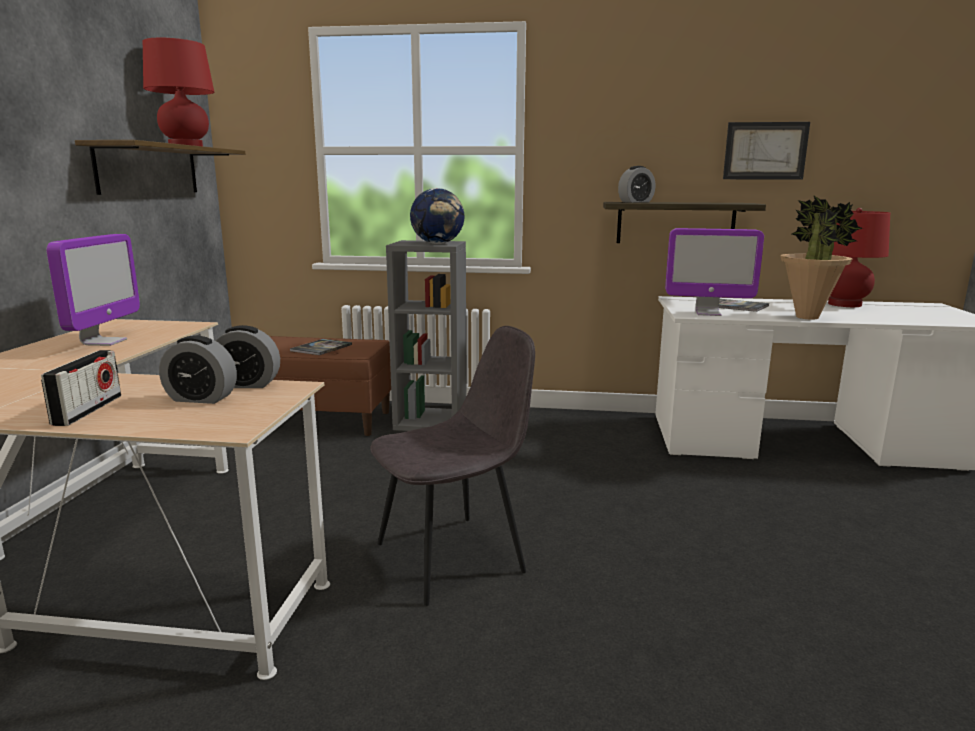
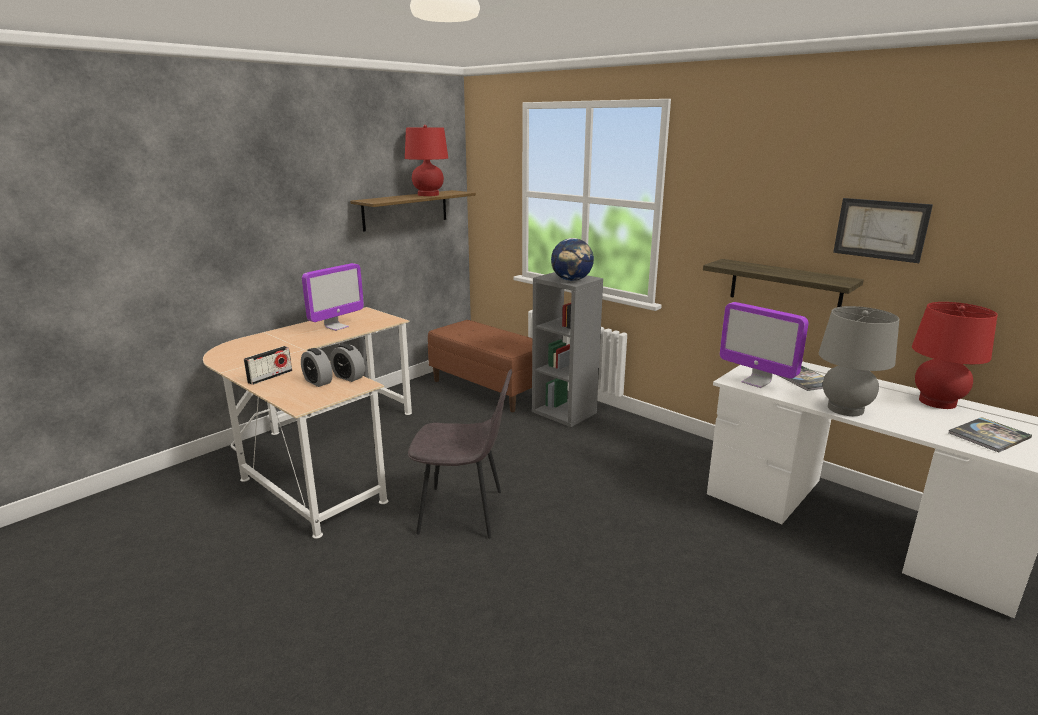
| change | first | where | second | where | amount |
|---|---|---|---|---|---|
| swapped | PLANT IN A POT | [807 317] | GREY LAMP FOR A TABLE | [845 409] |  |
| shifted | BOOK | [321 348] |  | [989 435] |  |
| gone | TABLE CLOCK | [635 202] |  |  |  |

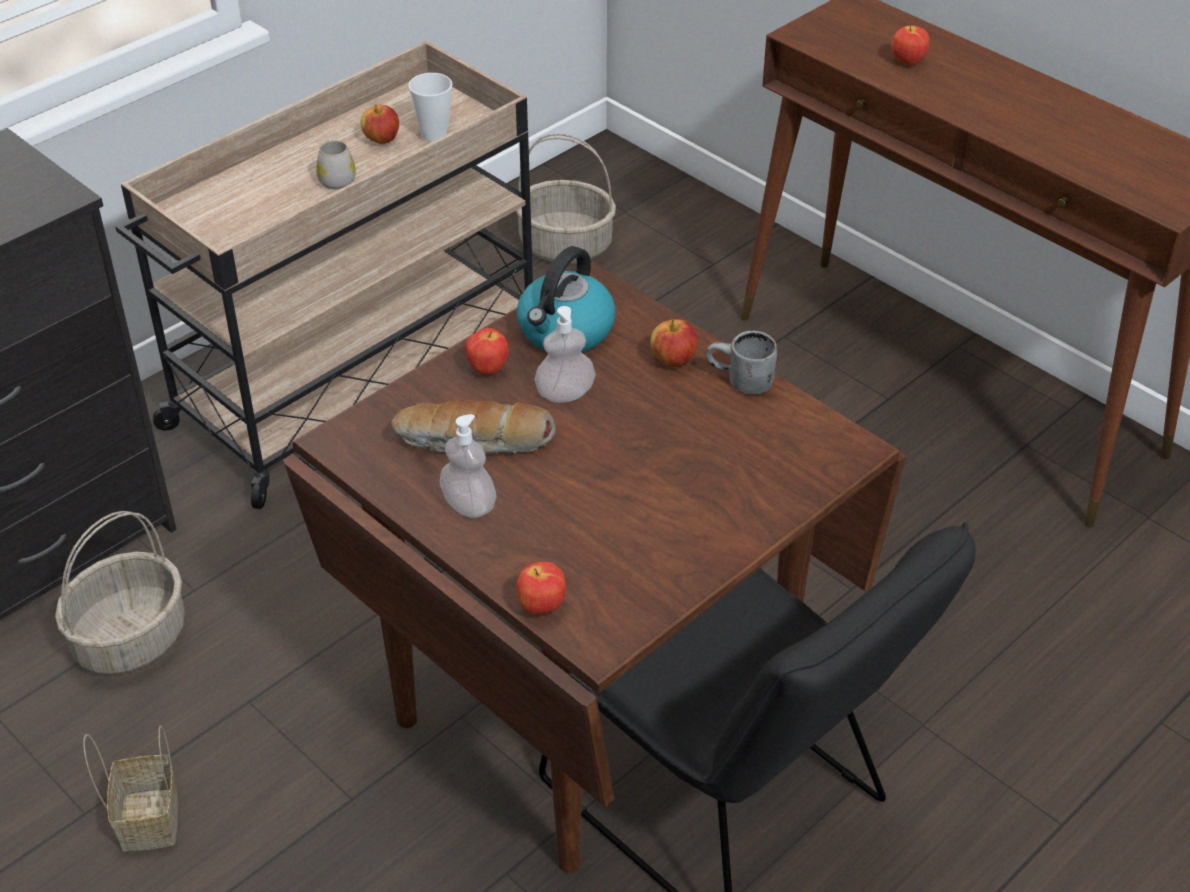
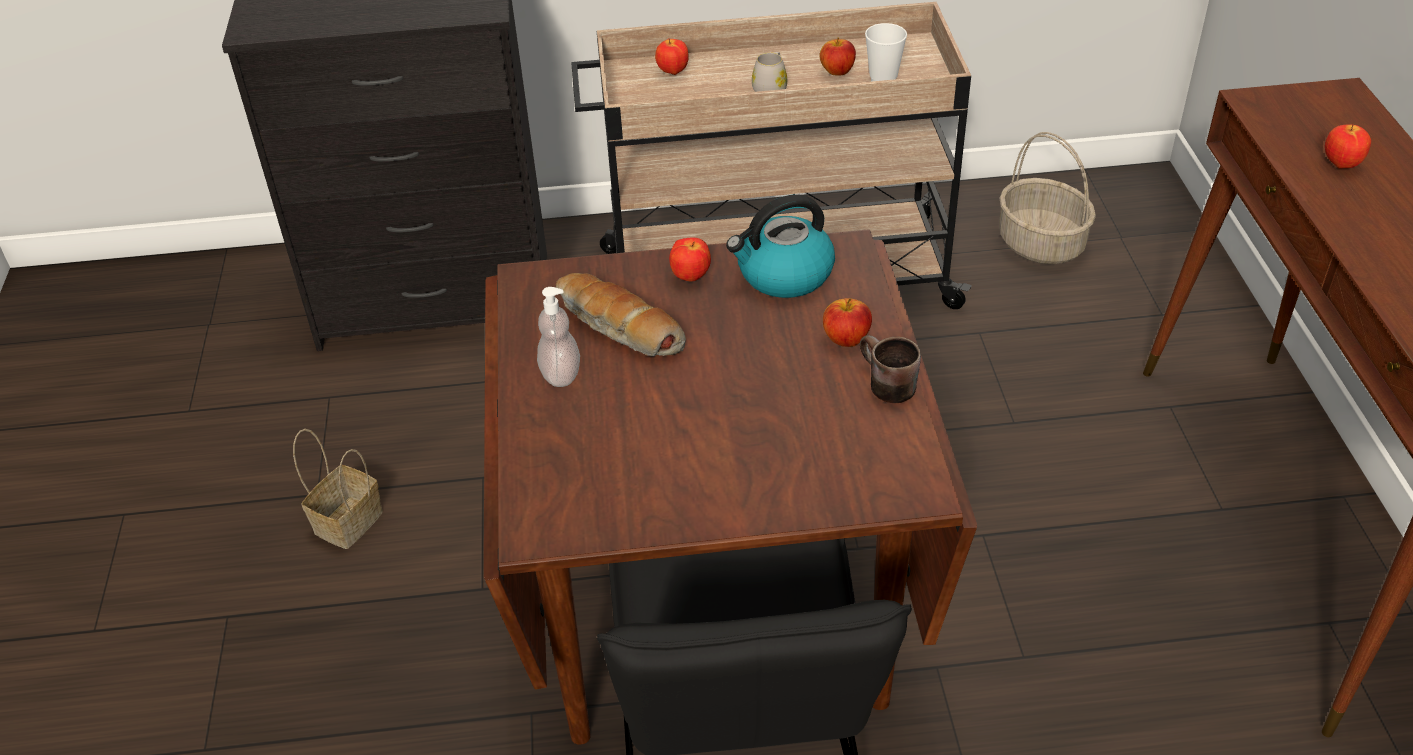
| change | first | where | second | where | amount |
|---|---|---|---|---|---|
| shifted | WHOLE APPLE | [541 607] |  | [672 72] |  |
| repainted | GREY MUG | [740 382] | BROWN MUG | [883 385] |  |
| gone | HOUSEHOLD BASKET | [131 637] |  |  |  |
| gone | SOAP DISPENSER | [565 394] |  |  |  |

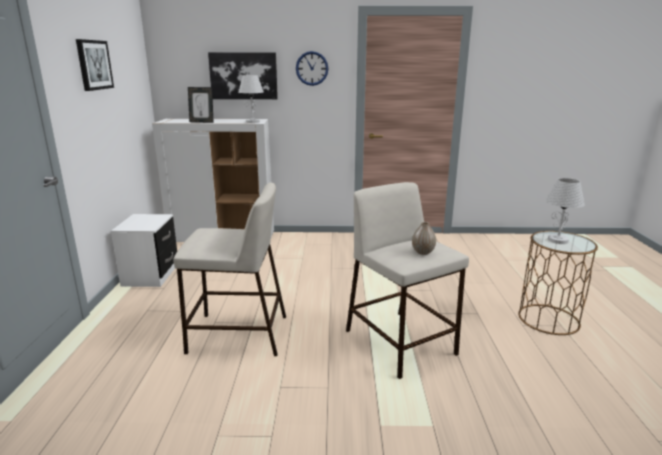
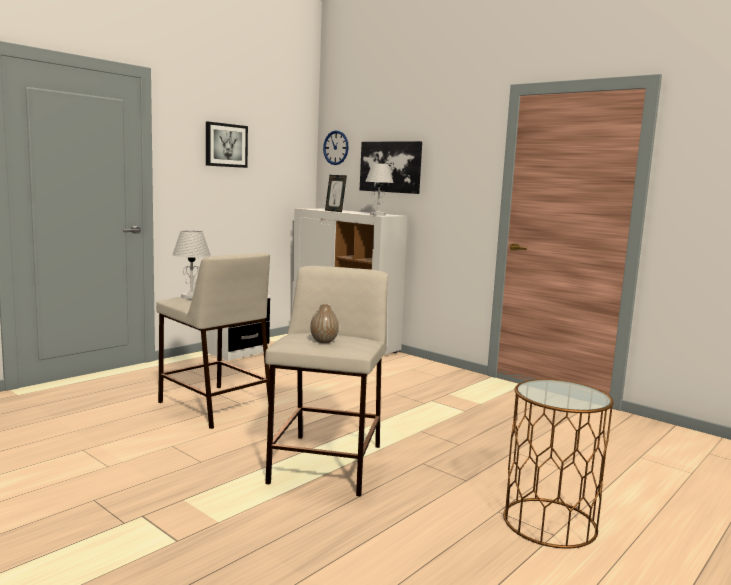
| change | first | where | second | where | amount |
|---|---|---|---|---|---|
| shifted | WHITISH LAMP FOR A TABLE | [557 240] |  | [191 297] |  |
| shifted | CLOCK ON THE WALL | [312 68] |  | [336 147] |  |

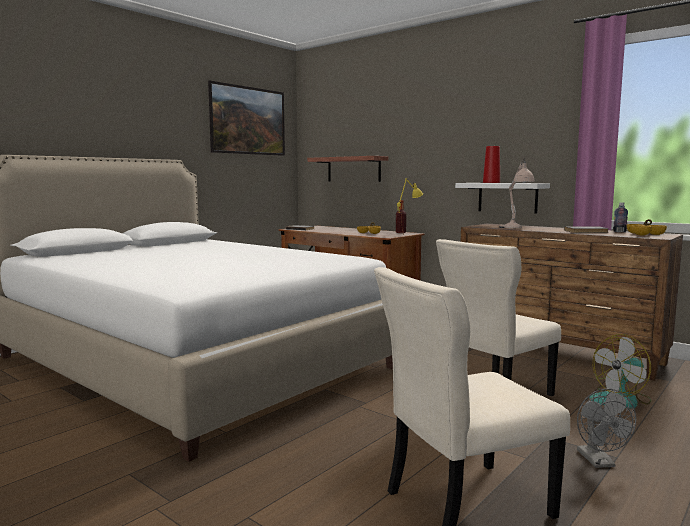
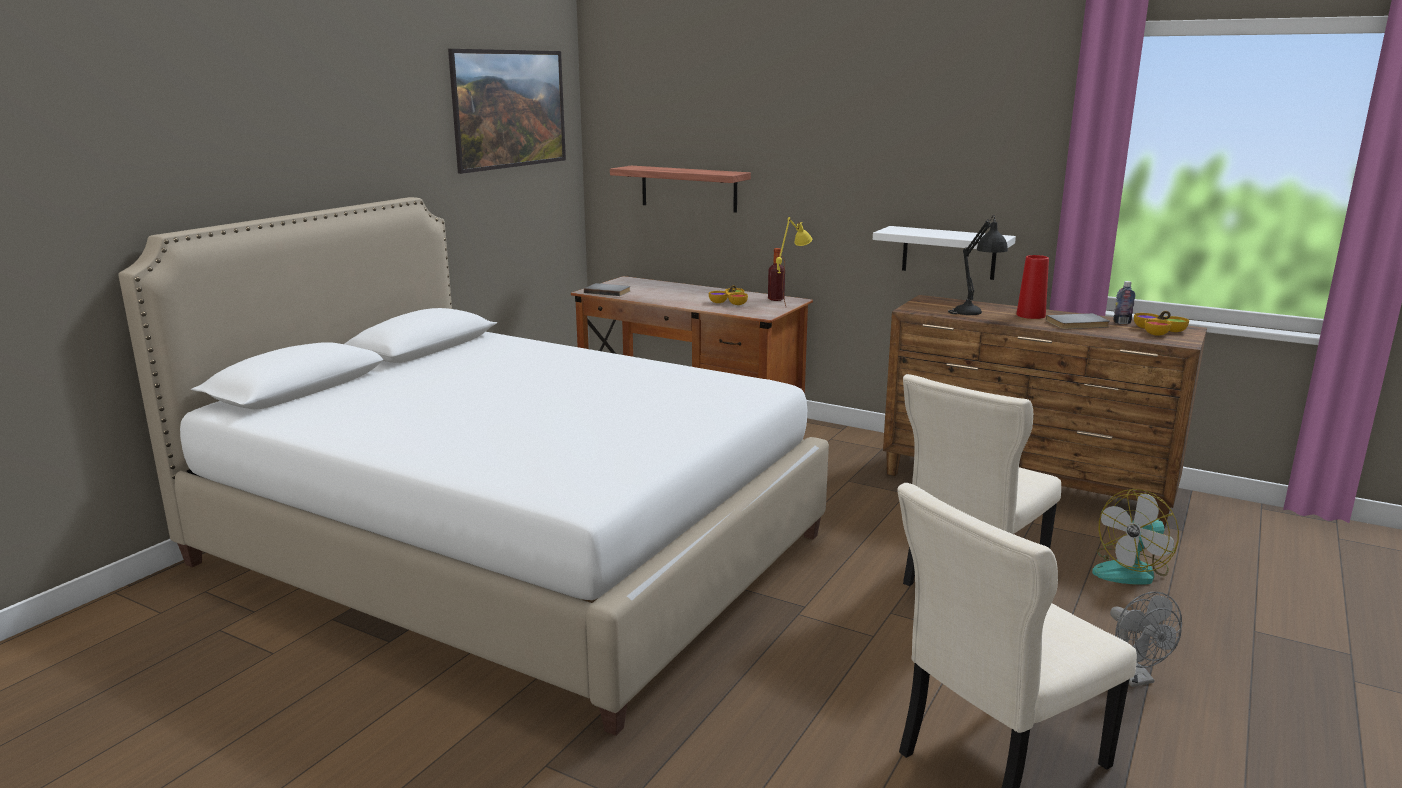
| change | first | where | second | where | amount |
|---|---|---|---|---|---|
| repainted | SAND-COLOURED LAMP FOR A TABLE | [515 228] | BLACK-COLOURED LAMP FOR A TABLE | [974 315] |  |
| shifted | RED DECORATIVE VASE | [491 182] |  | [1030 315] |  |

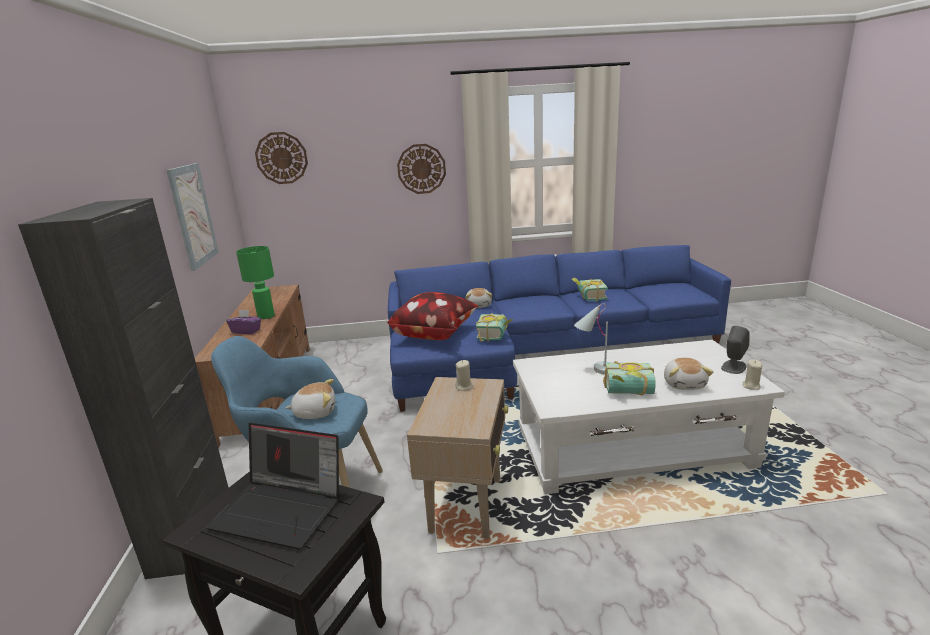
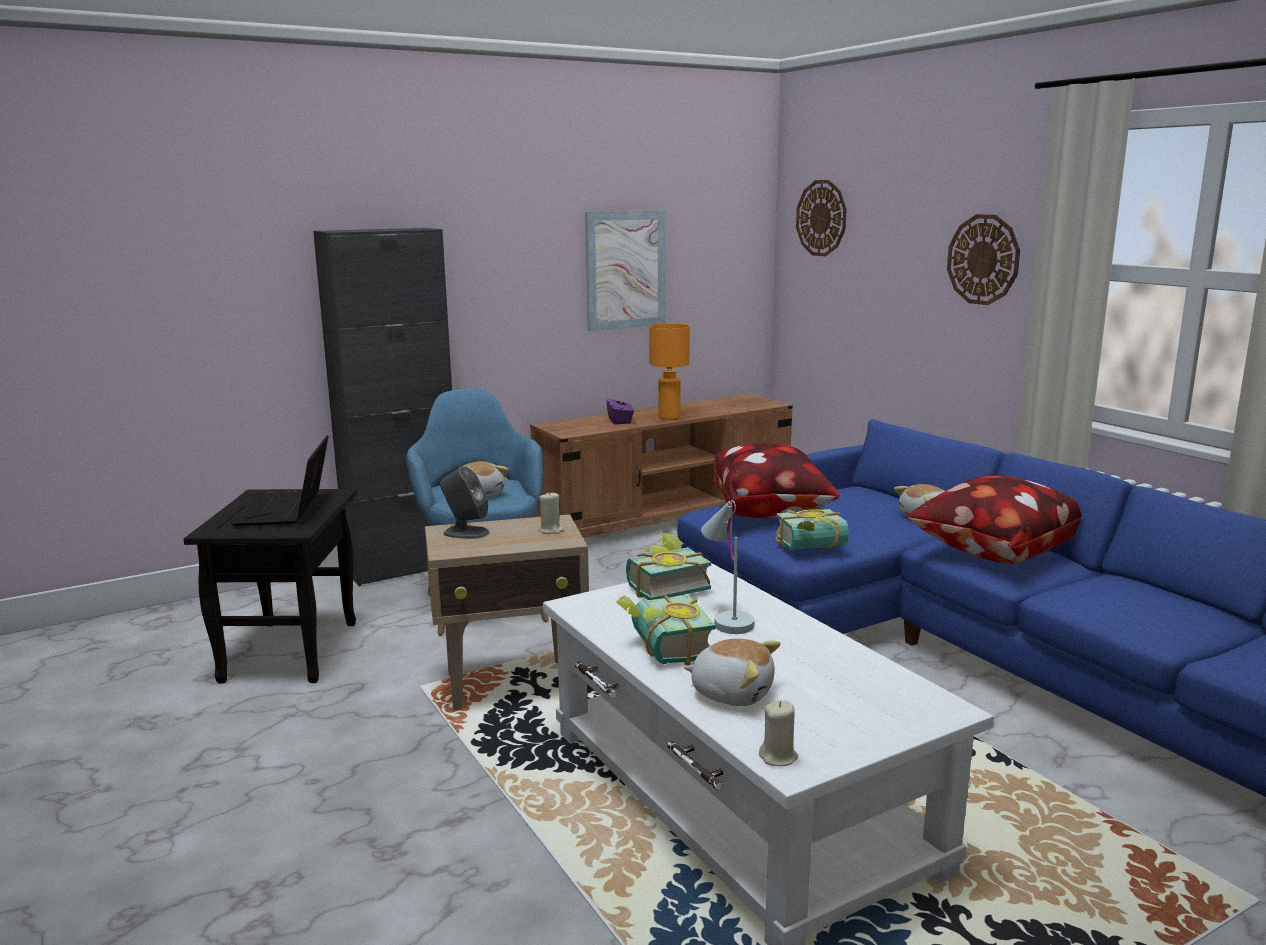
| change | first | where | second | where | amount |
|---|---|---|---|---|---|
| shifted | GREY AUDIO SPEAKER | [733 367] |  | [465 532] |  |
| shifted | BOOK | [588 297] |  | [664 587] |  |
| repainted | GREEN-COLOURED LAMP FOR A TABLE | [266 316] | ORANGE-COLOURED LAMP FOR A TABLE | [670 417] |  |
| rotated | SOFT TOY | [684 384] |  | [732 692] | 135 degrees counterclockwise |
| new |  |  | THROW PILLOW | [990 553] |  |

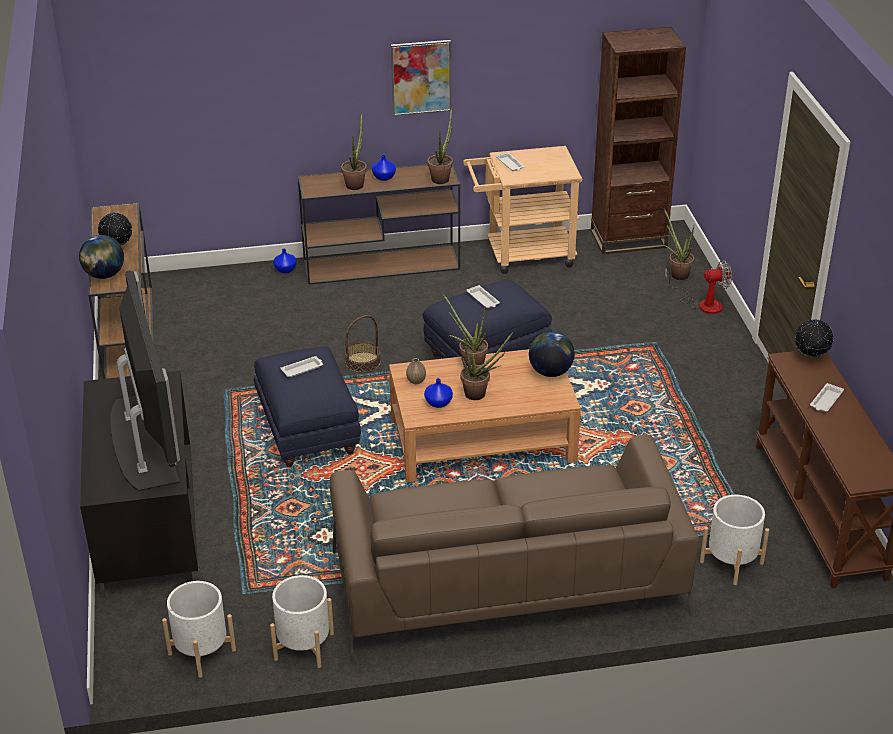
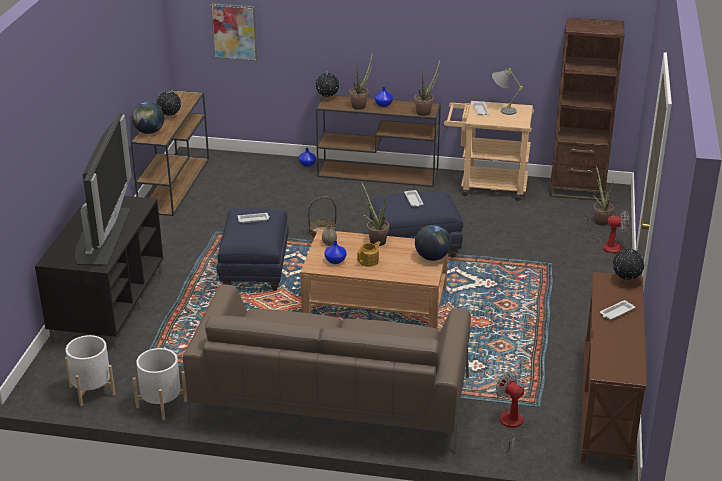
| change | first | where | second | where | amount |
|---|---|---|---|---|---|
| shifted | WALL ART | [421 77] |  | [234 31] |  |
| new |  |  | WORLD GLOBE | [327 98] |  |
| swapped | PLANT IN A POT | [480 394] | POT FOR TEA | [369 261] |  |
| new |  |  | GREY LAMP FOR A TABLE | [502 110] |  |
| swapped | WHITISH FLOWER POT | [731 562] | ELECTRIC FAN | [511 426] |  |

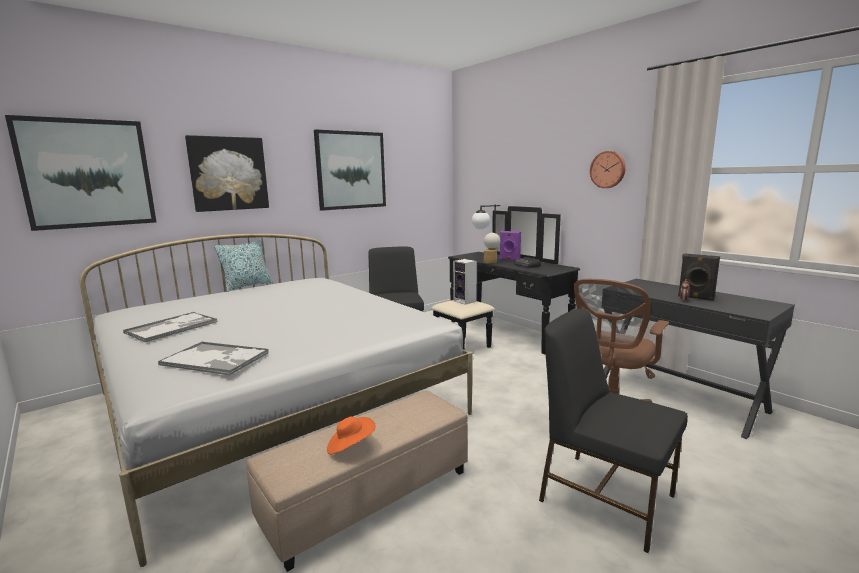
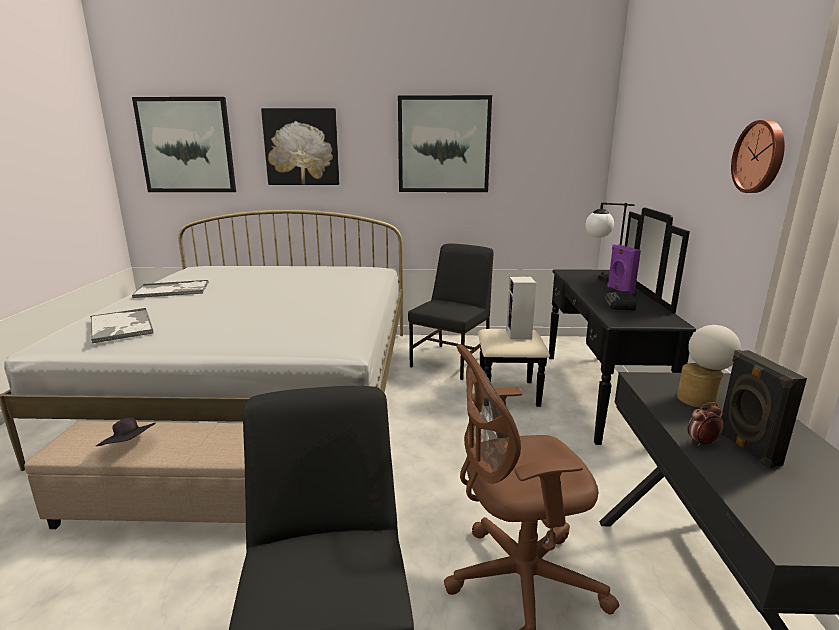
| change | first | where | second | where | amount |
|---|---|---|---|---|---|
| repainted | ORANGE-COLOURED WEARABLE HAT | [350 447] | BLACK-COLOURED WEARABLE HAT | [130 447] |  |
| shifted | LAMP FOR A TABLE | [491 261] |  | [702 399] |  |
| gone | THROW PILLOW | [247 286] |  |  |  |

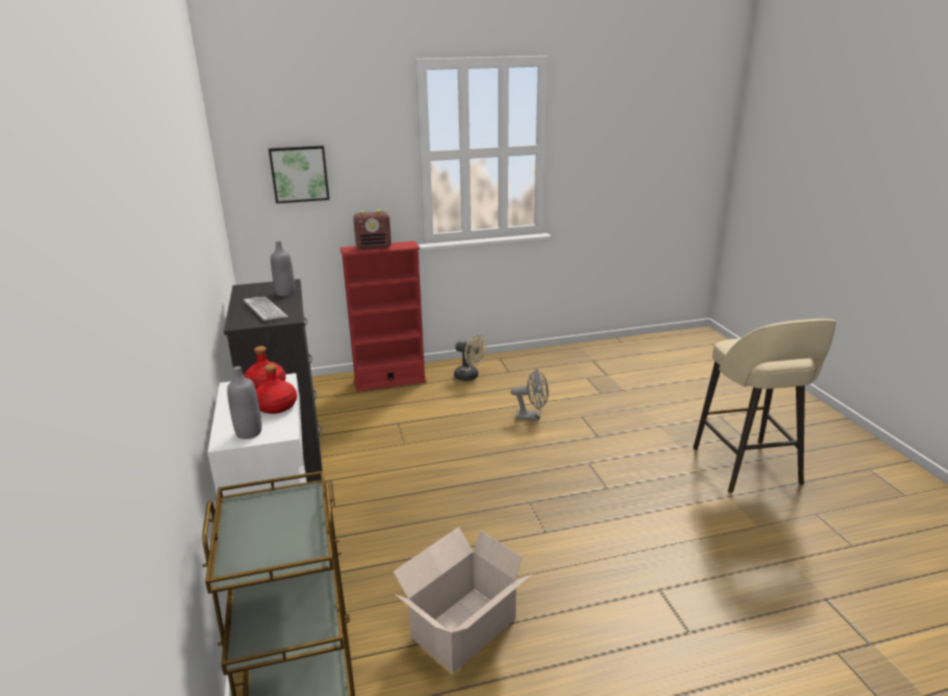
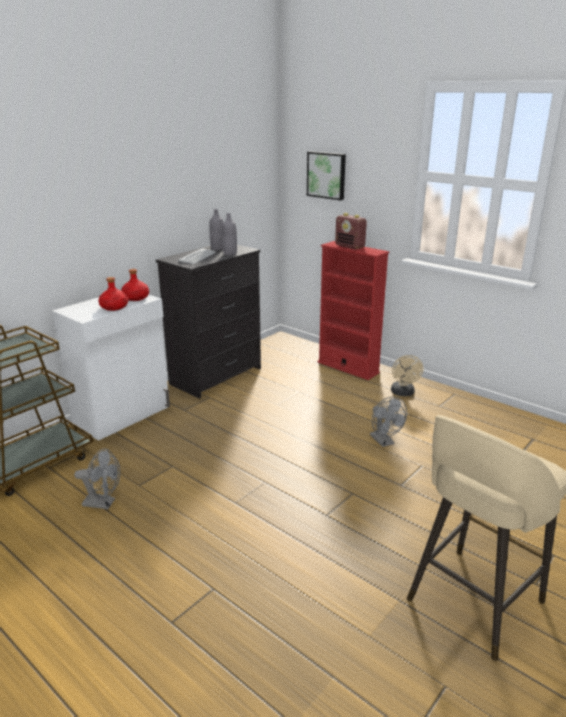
| change | first | where | second | where | amount |
|---|---|---|---|---|---|
| swapped | CARDBOARD BOX | [461 629] | GREY ELECTRIC FAN | [103 503] |  |
| shifted | GREY DRINK BOTTLE | [249 433] |  | [217 248] |  |

